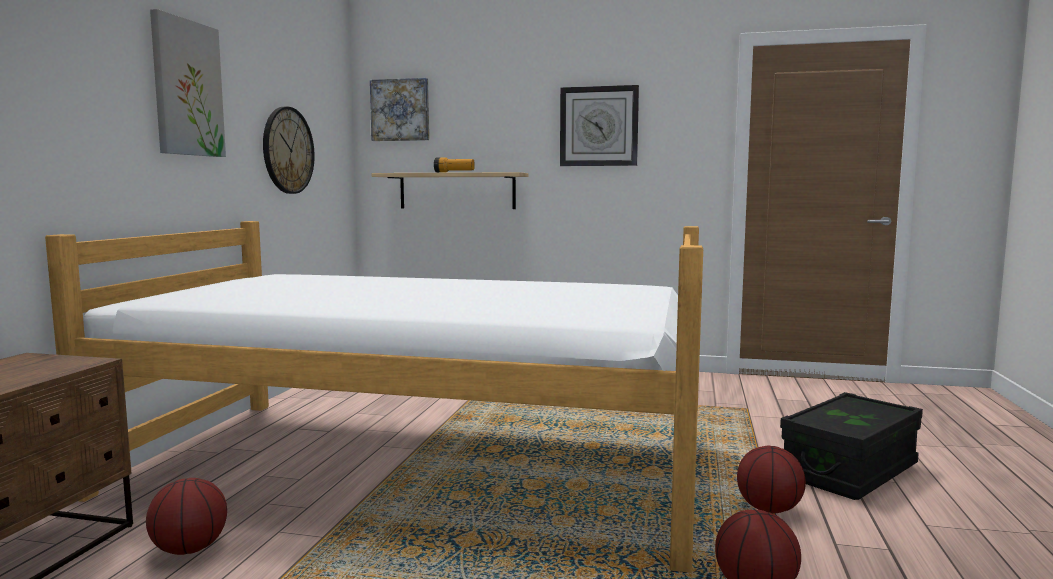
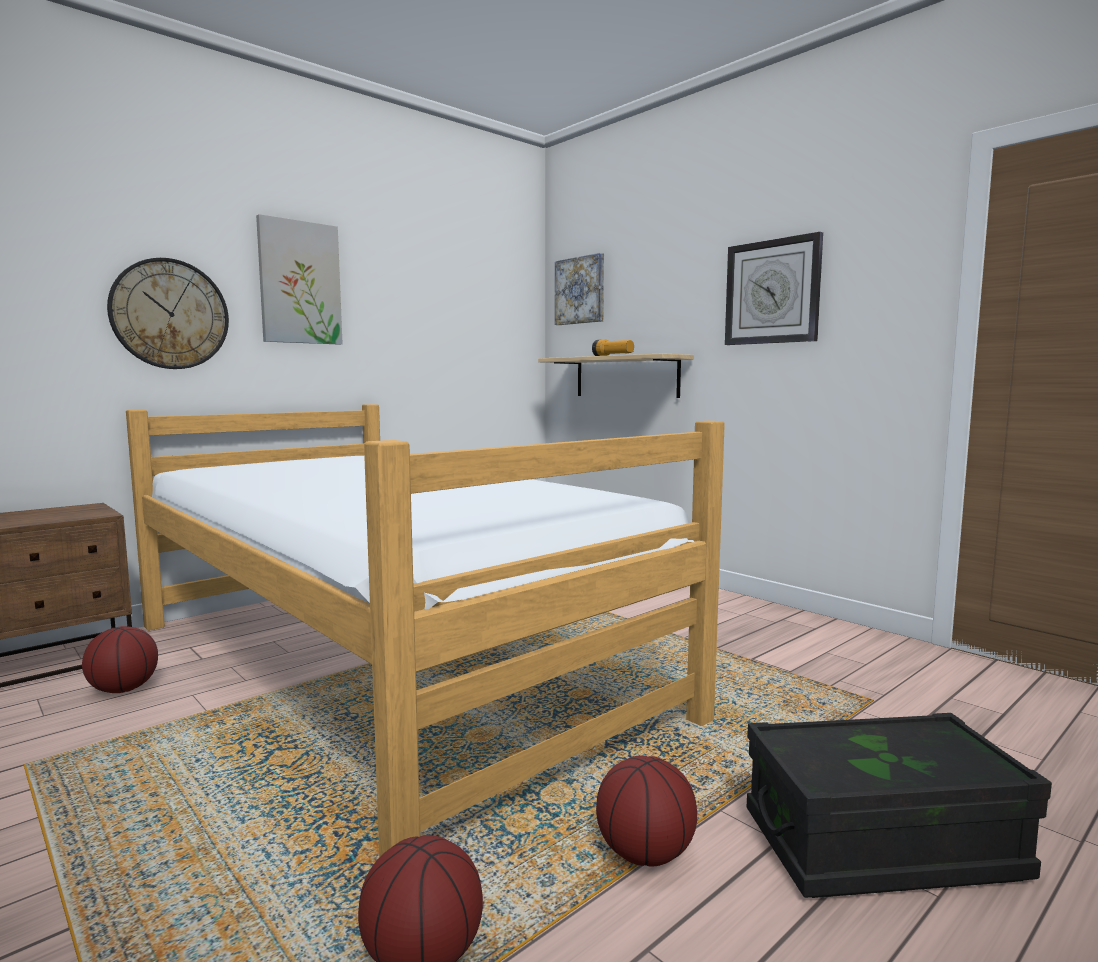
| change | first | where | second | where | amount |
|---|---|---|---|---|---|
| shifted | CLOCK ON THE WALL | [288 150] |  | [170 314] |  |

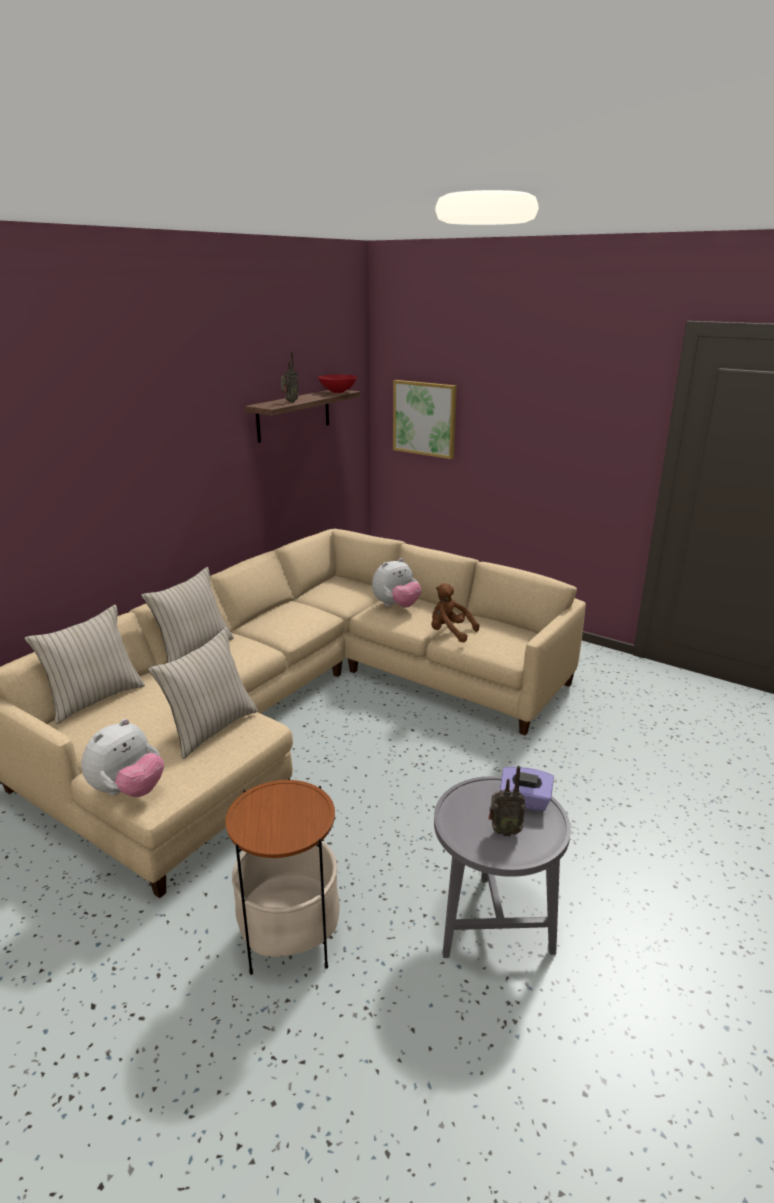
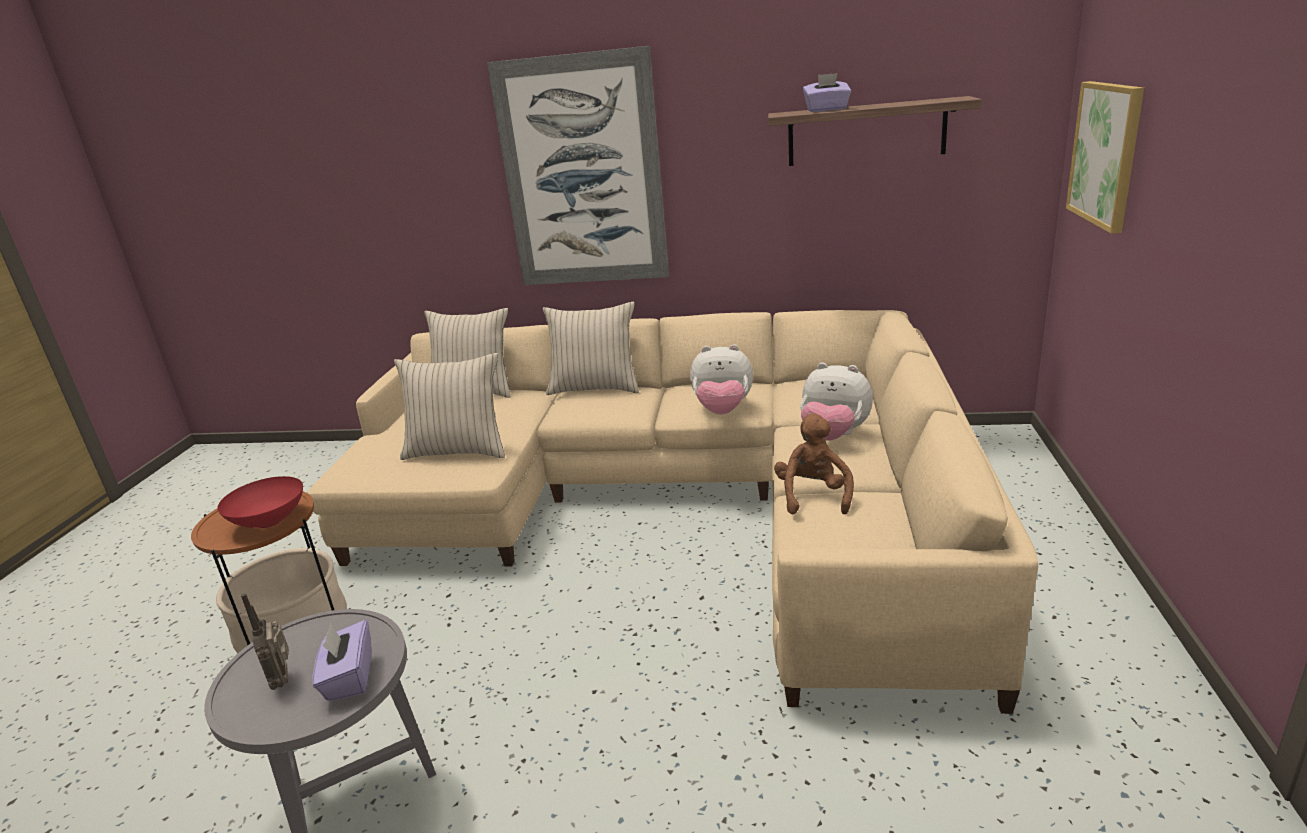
| change | first | where | second | where | amount |
|---|---|---|---|---|---|
| shifted | RED DEEP DISH | [337 392] |  | [270 520] |  |
| new |  |  | WALL ART | [582 173] |  |
| shifted | SOFT TOY | [128 791] |  | [722 411] |  |
| swapped | RADIO SET | [289 402] | PURPLISH TISSUE BOX | [827 110] |  |

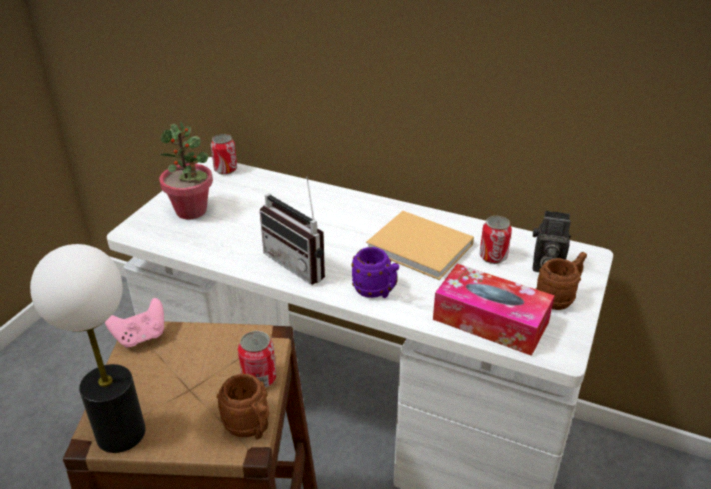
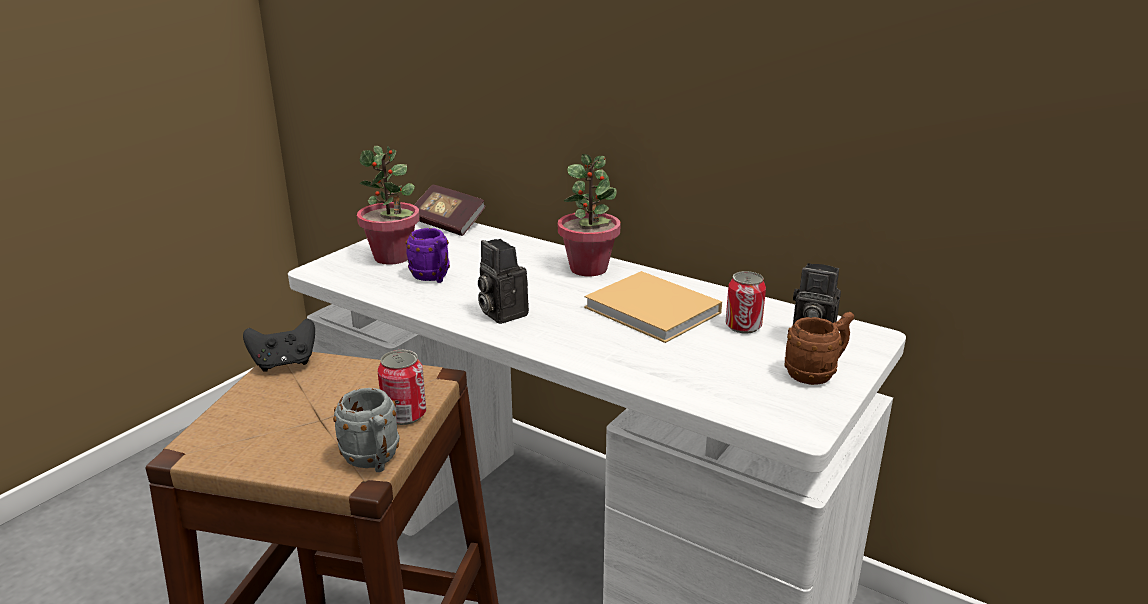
| change | first | where | second | where | amount |
|---|---|---|---|---|---|
| repainted | PINKISH GAME CONTROLLER | [141 337] | BLACK-COLOURED GAME CONTROLLER | [284 363] |  |
| repainted | BROWN MUG | [251 428] | GREY MUG | [374 461] |  |
| shifted | PURPLISH MUG | [376 292] |  | [433 278] |  |
| swapped | SEALED CAN | [225 169] | BOOK | [447 224] |  |
| swapped | RADIO SET | [301 263] | PHOTO CAMERA | [501 313] |  |
| new |  |  | PLANT IN A POT | [589 268] |  |
| gone | LAMP FOR A TABLE | [121 432] |  |  |  |
| gone | TISSUE BOX | [490 321] |  |  |  |

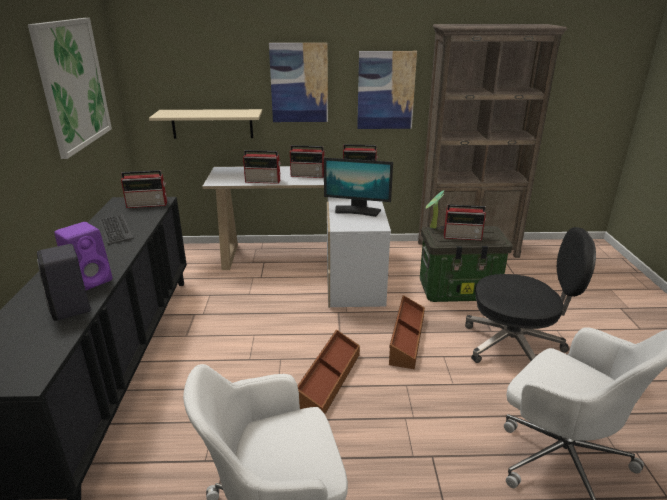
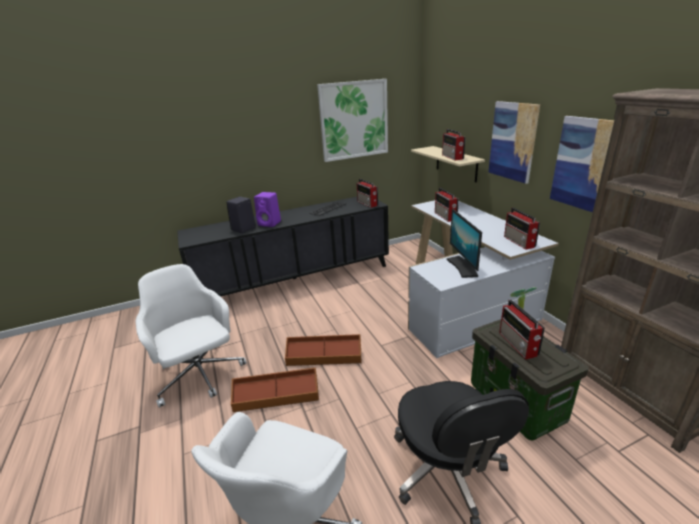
| change | first | where | second | where | amount |
|---|---|---|---|---|---|
| shifted | BROWN STORAGE BIN | [406 338] |  | [276 396] |  |
| shifted | RADIO SET | [308 175] |  | [452 157] |  |

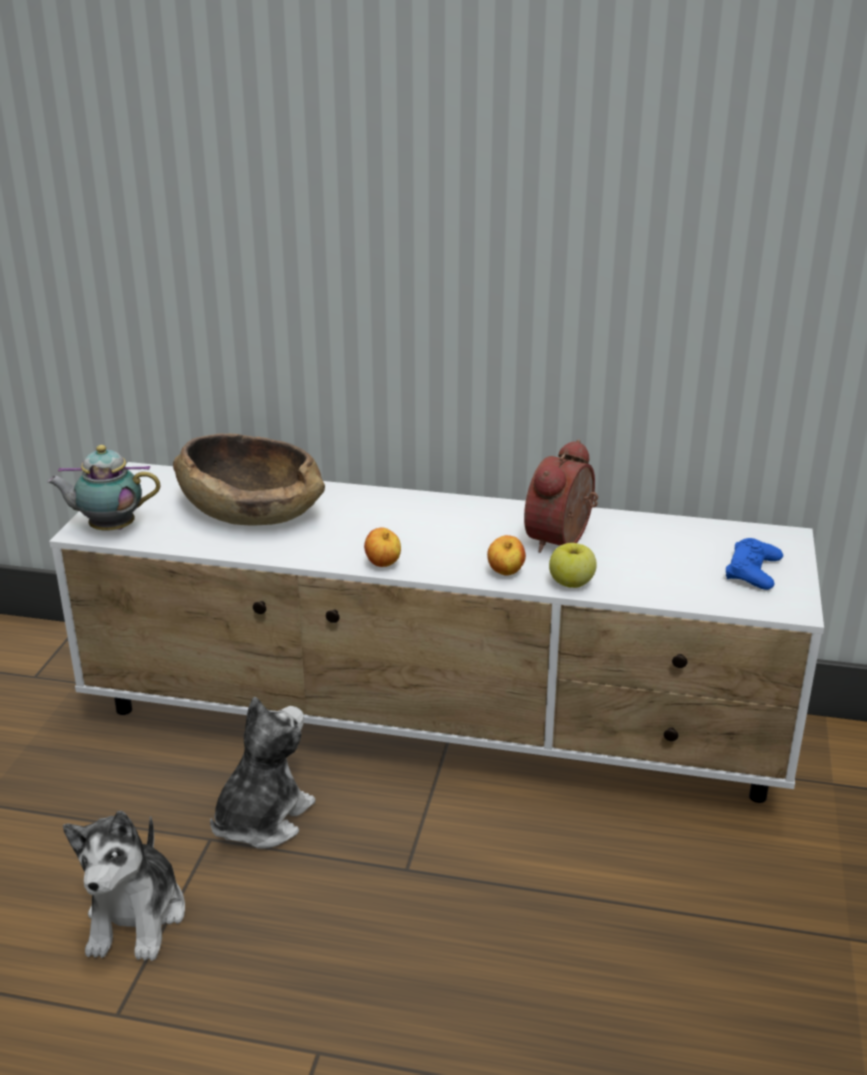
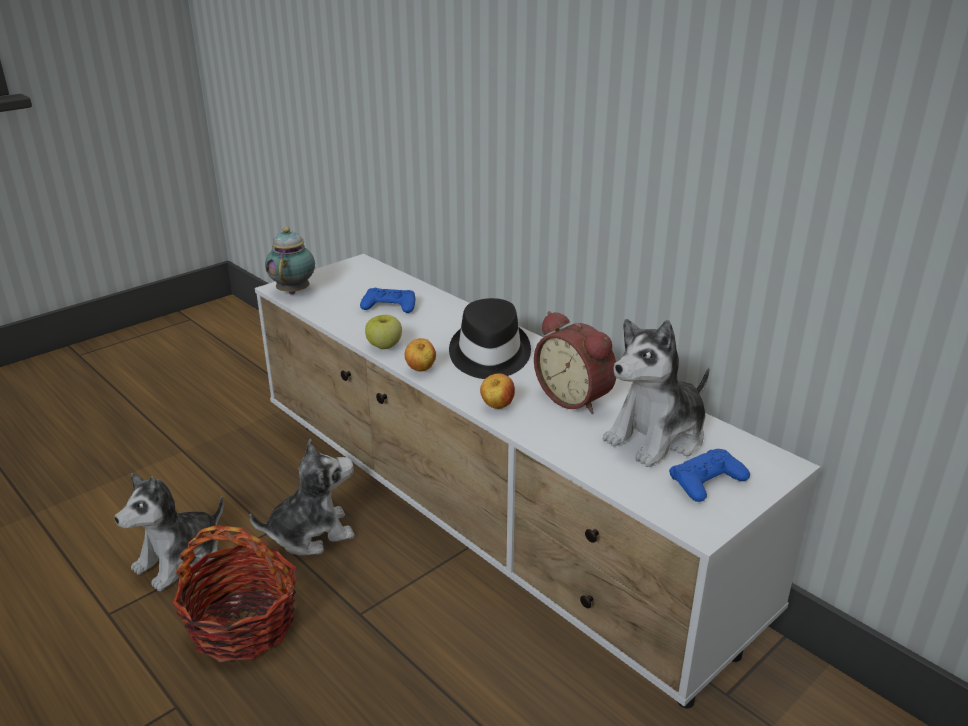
| change | first | where | second | where | amount |
|---|---|---|---|---|---|
| new |  |  | HOUSEHOLD BASKET | [243 624] |  |
| rotated | POT FOR TEA | [109 529] |  | [294 291] | 60 degrees clockwise |
| swapped | BROWN DEEP DISH | [252 511] | BLUE-COLOURED GAME CONTROLLER | [389 306] |  |
| shifted | WHOLE APPLE | [571 583] |  | [384 346] |  |
| new |  |  | BLACK-COLOURED WEARABLE HAT | [488 355] |  |
| rotated | TABLE CLOCK | [563 540] |  | [576 398] | 105 degrees counterclockwise |
| new |  |  | SOFT TOY | [657 437] |  |

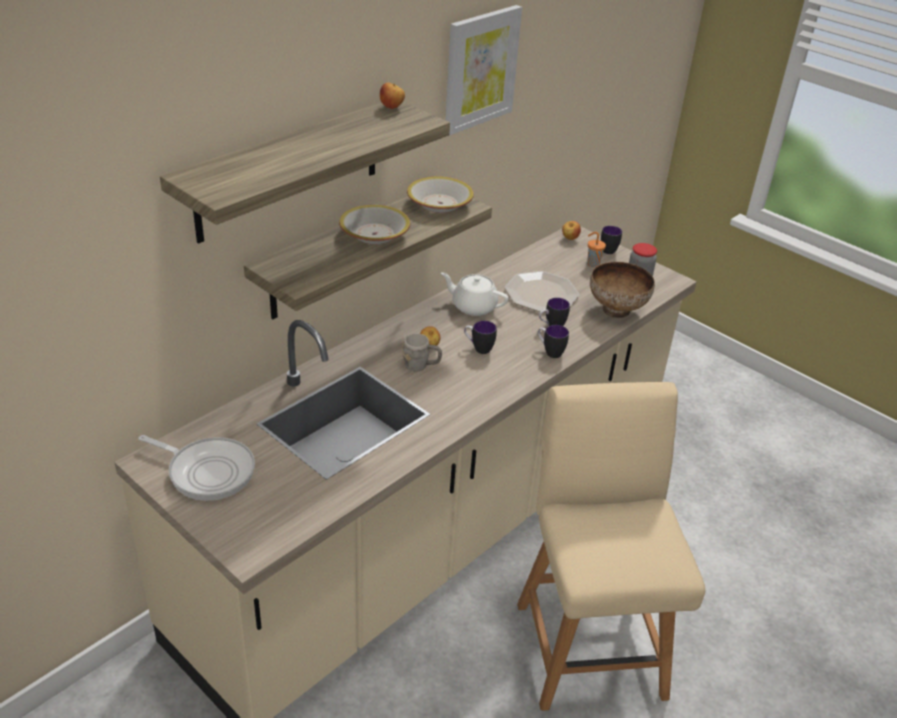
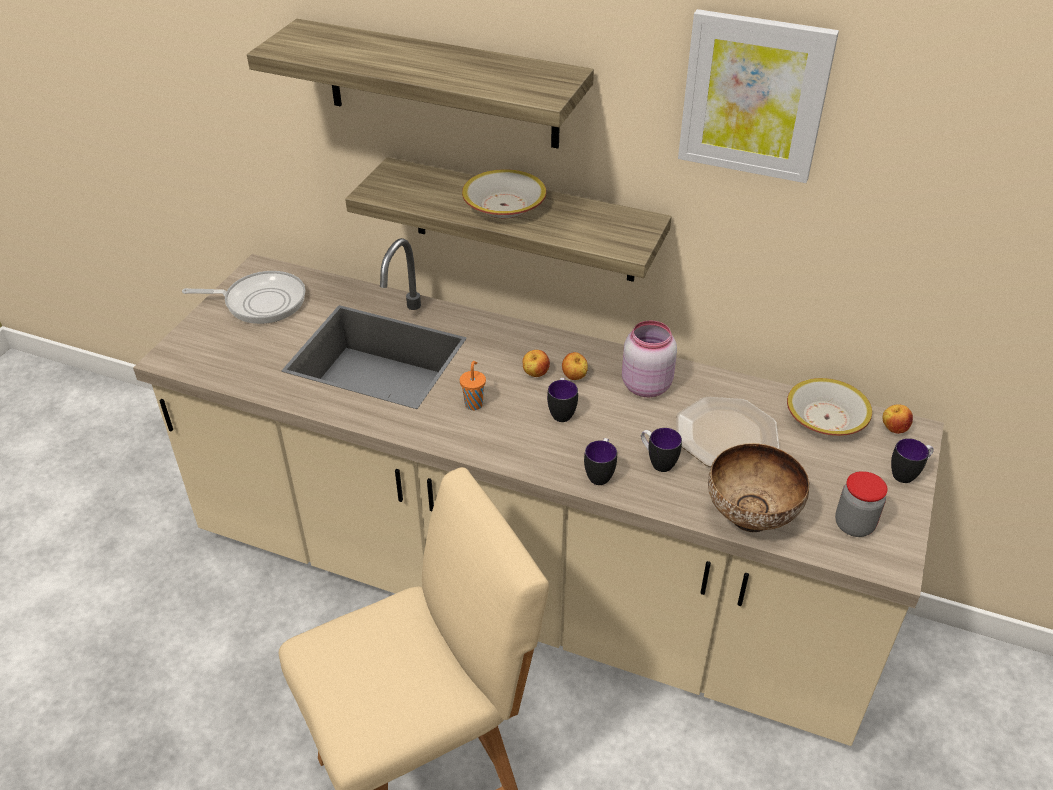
| change | first | where | second | where | amount |
|---|---|---|---|---|---|
| rotated | PAN | [207 471] |  | [260 302] | 90 degrees counterclockwise |
| shifted | ORANGE-COLOURED DRINKING CUP | [592 264] |  | [474 403] |  |
| shifted | WHOLE APPLE | [392 108] |  | [574 377] |  |
| swapped | WHITISH POT FOR TEA | [473 306] | PINKISH STORAGE JAR | [645 385] |  |
| shifted | DEEP DISH | [440 204] |  | [826 418] |  |
| gone | GREY MUG | [421 366] |  |  |  |

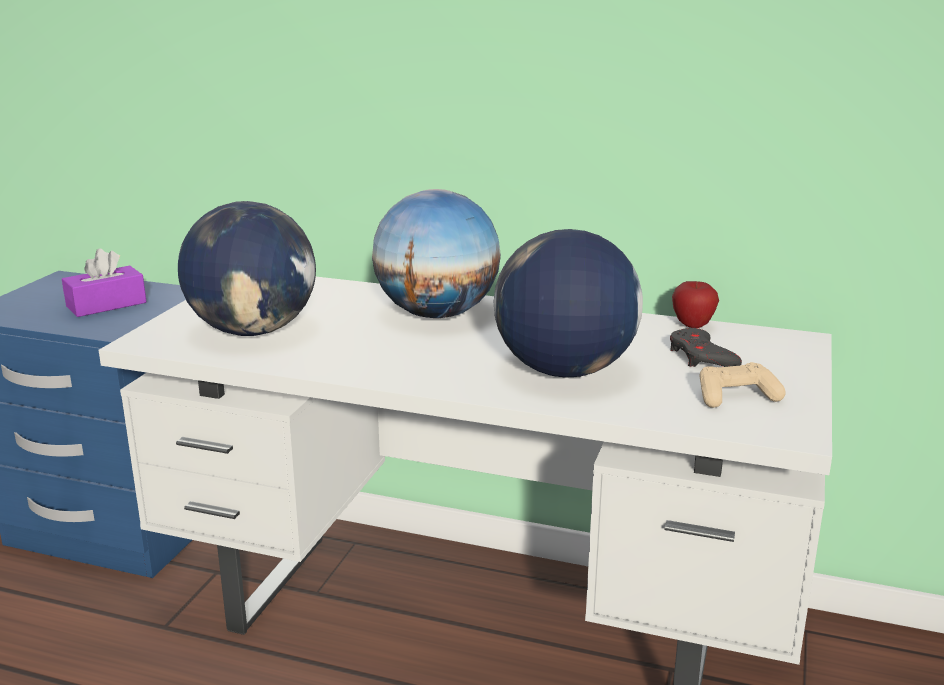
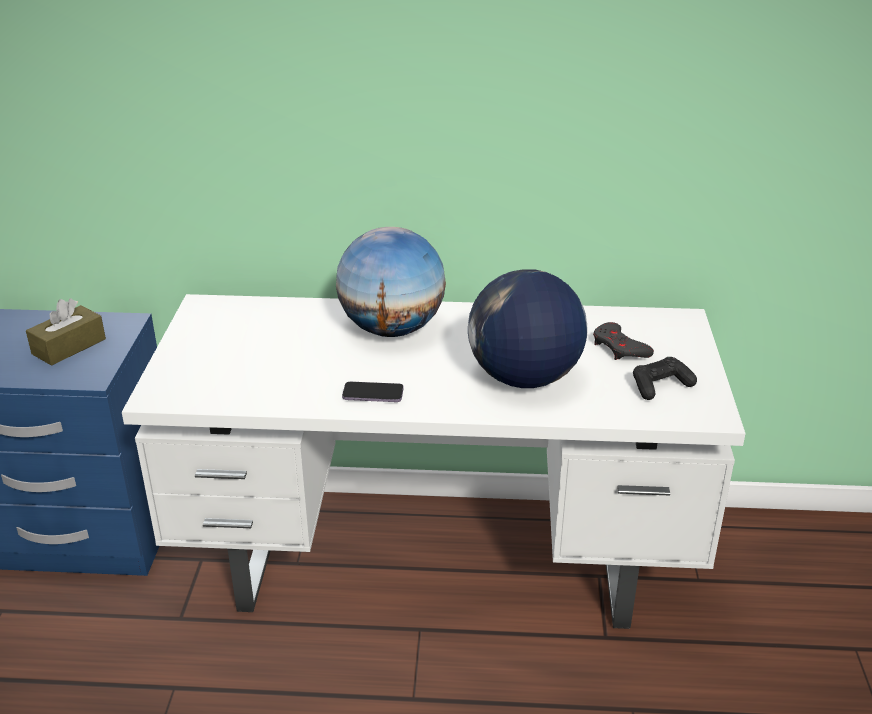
| change | first | where | second | where | amount |
|---|---|---|---|---|---|
| repainted | PURPLISH TISSUE BOX | [106 304] | BROWN TISSUE BOX | [69 346] |  |
| new |  |  | TELEPHONE | [373 394] |  |
| repainted | SAND-COLOURED GAME CONTROLLER | [736 396] | BLACK-COLOURED GAME CONTROLLER | [660 386] |  |
| gone | WORLD GLOBE | [254 331] |  |  |  |
| gone | WHOLE APPLE | [692 326] |  |  |  |

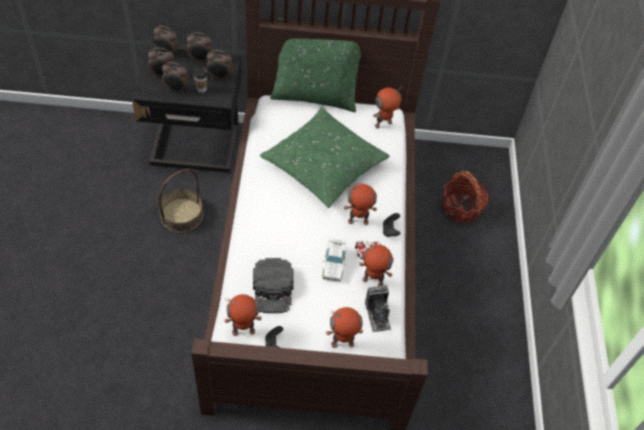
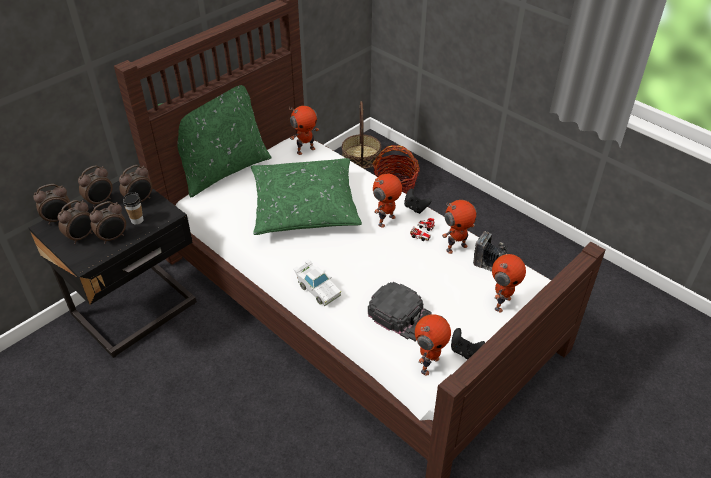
| change | first | where | second | where | amount |
|---|---|---|---|---|---|
| rotated | ROBOT FIGURE | [383 125] |  | [305 150] | 135 degrees counterclockwise |
| shifted | WHITISH MODEL CAR | [334 264] |  | [317 289] |  |
| shifted | HOUSEHOLD BASKET | [182 215] |  | [361 157] |  |

